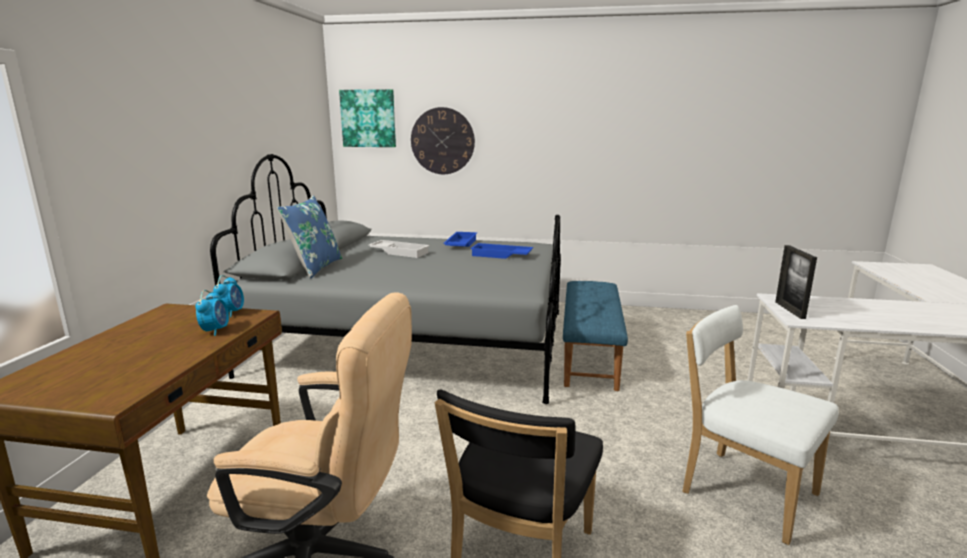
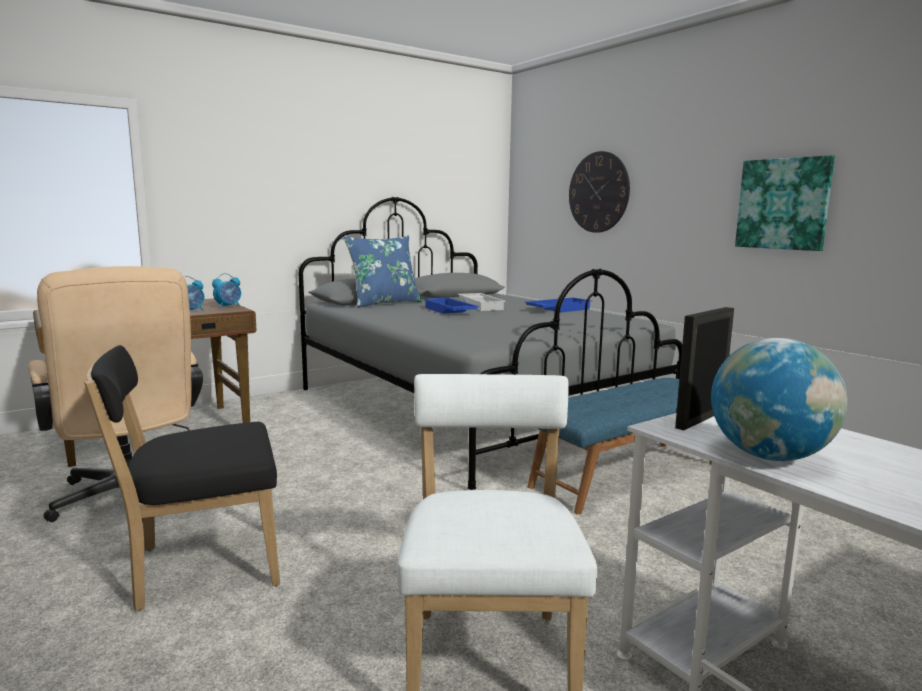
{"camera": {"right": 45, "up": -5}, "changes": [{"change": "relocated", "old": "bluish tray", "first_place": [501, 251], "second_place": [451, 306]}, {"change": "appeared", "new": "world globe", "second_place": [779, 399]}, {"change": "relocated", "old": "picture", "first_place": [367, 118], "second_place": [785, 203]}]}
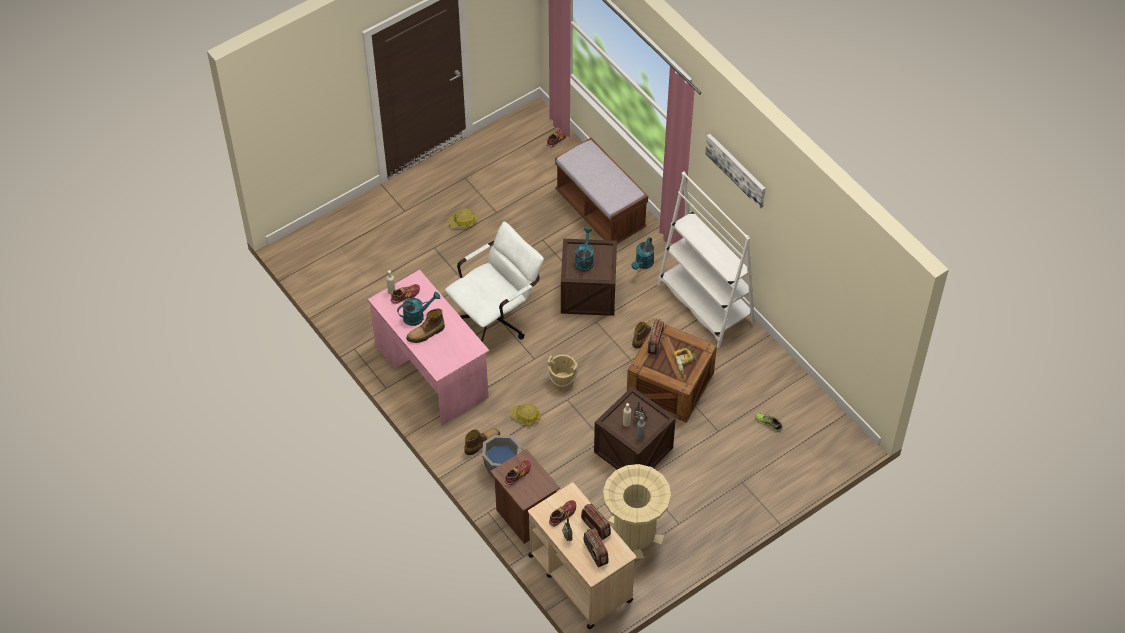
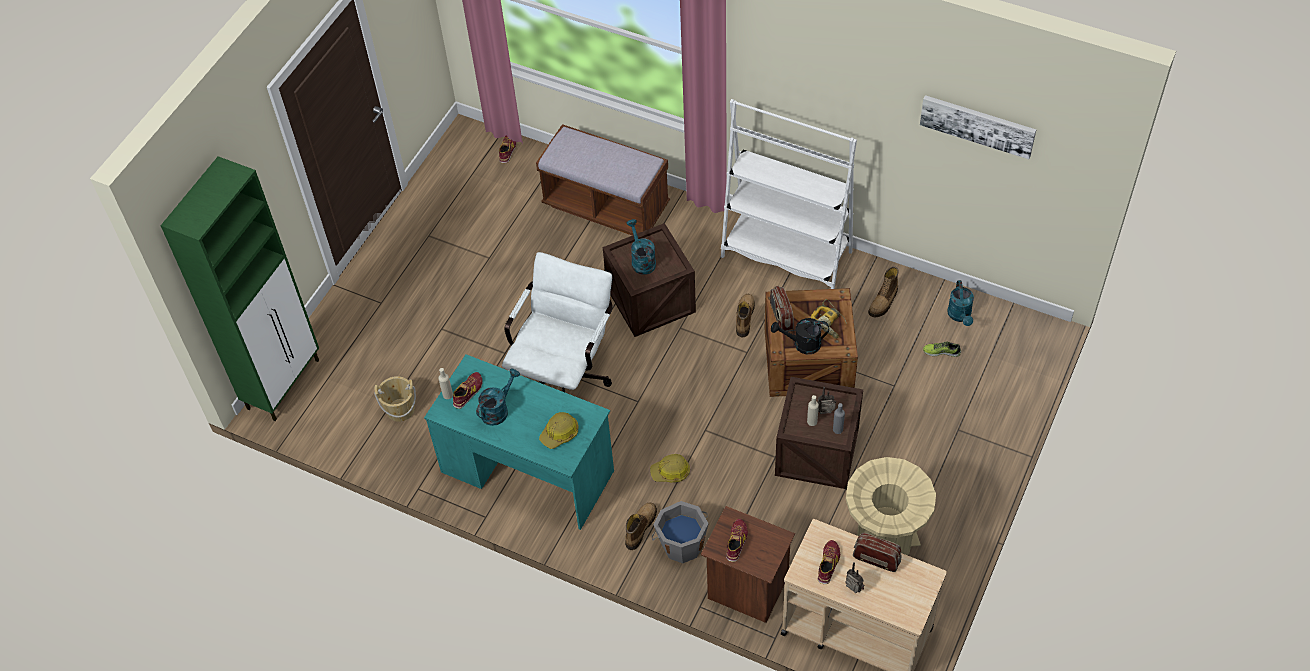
{"camera": {"right": -25, "up": 0}, "changes": [{"change": "appeared", "new": "green cabinet", "second_place": [240, 288]}, {"change": "relocated", "old": "beige-coloured bucket", "first_place": [562, 372], "second_place": [395, 399]}, {"change": "colour", "old": "pink desk", "new": "turquoise desk", "first_place": [428, 347], "second_place": [519, 442]}, {"change": "relocated", "old": "safety helmet", "first_place": [462, 218], "second_place": [559, 430]}, {"change": "appeared", "new": "black-coloured watering pot", "second_place": [800, 336]}, {"change": "relocated", "old": "tall boot", "first_place": [425, 326], "second_place": [883, 291]}, {"change": "relocated", "old": "picture", "first_place": [735, 171], "second_place": [978, 127]}, {"change": "relocated", "old": "turquoise watering pot", "first_place": [643, 253], "second_place": [960, 303]}, {"change": "missing", "old": "radio receiver", "first_place": [596, 548]}]}
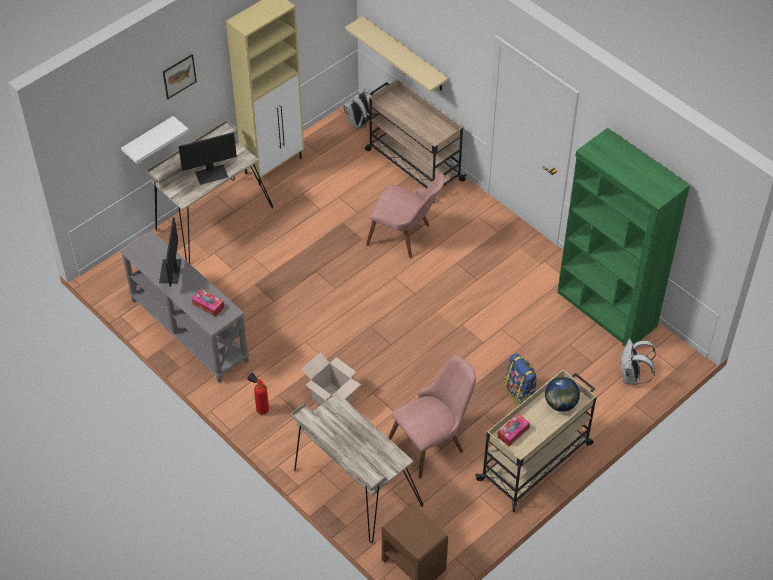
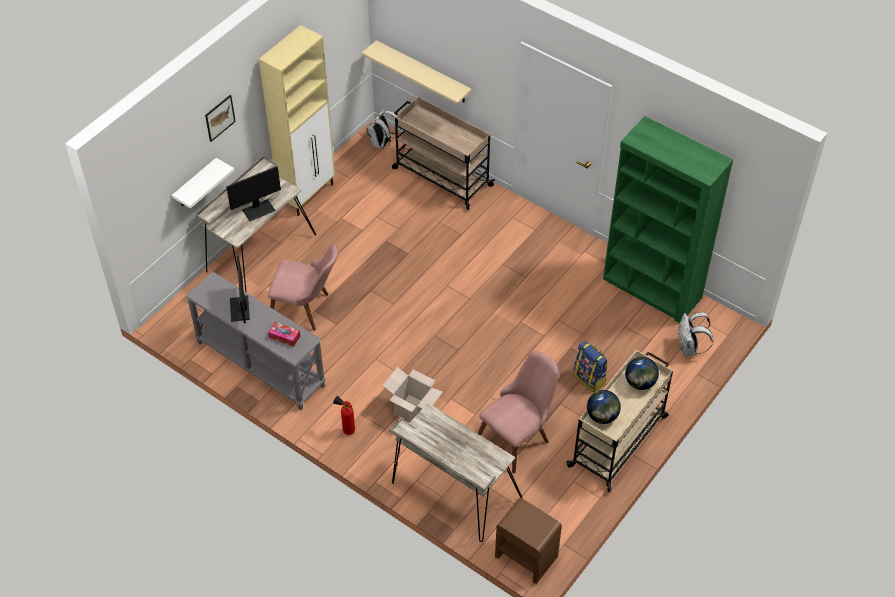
{"camera": {"right": -10, "up": 0}, "changes": [{"change": "relocated", "old": "pink plain chair", "first_place": [405, 215], "second_place": [303, 287]}, {"change": "exchanged", "old": "tissue holder", "new": "world globe", "first_place": [513, 430], "second_place": [604, 407]}]}
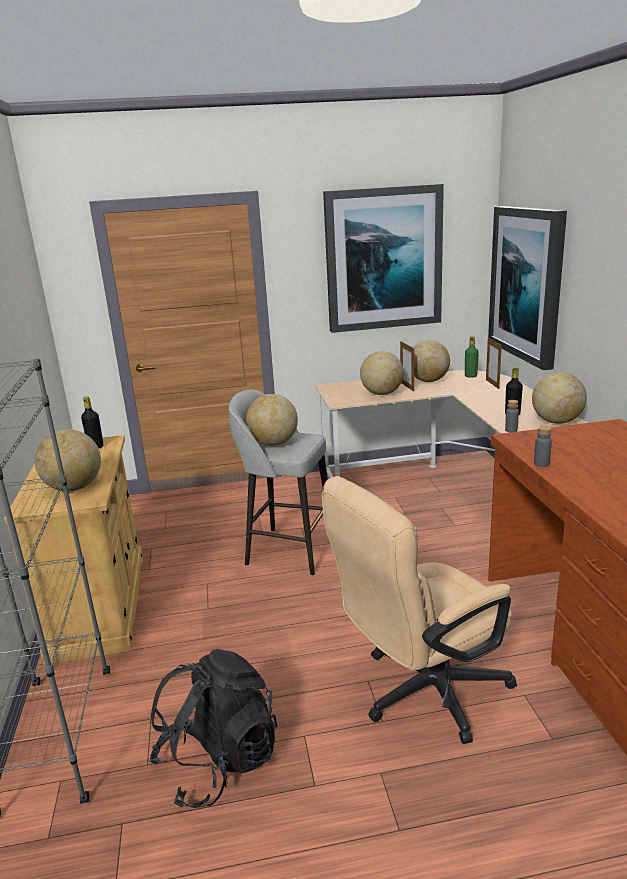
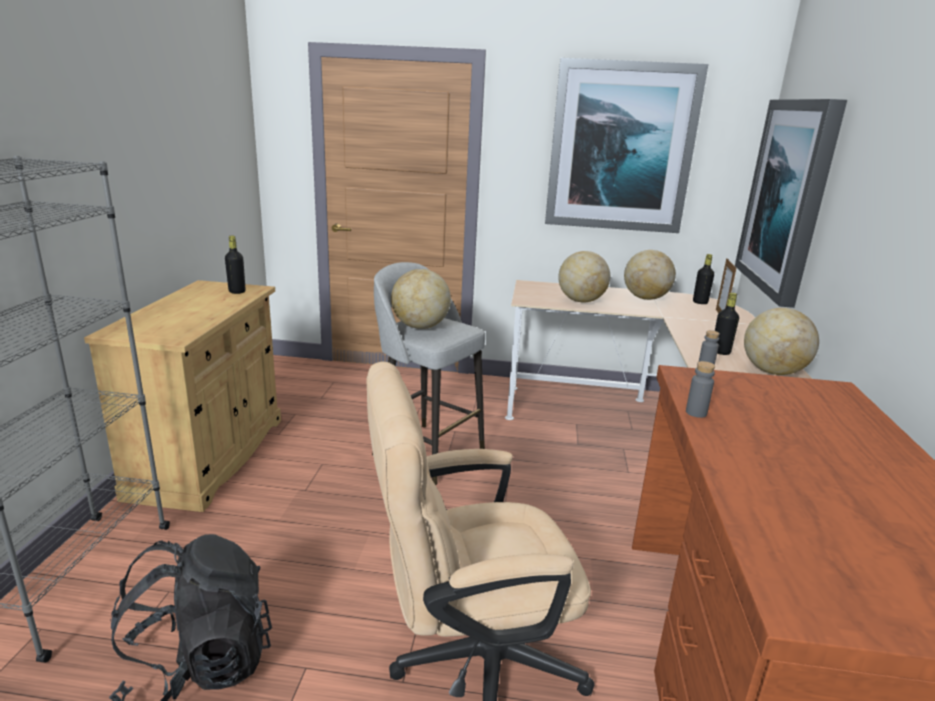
{"camera": {"right": 15, "up": 0}, "changes": [{"change": "colour", "old": "green drink bottle", "new": "black-coloured drink bottle", "first_place": [472, 357], "second_place": [703, 279]}, {"change": "missing", "old": "world globe", "first_place": [68, 460]}, {"change": "missing", "old": "photo frame", "first_place": [407, 366]}]}
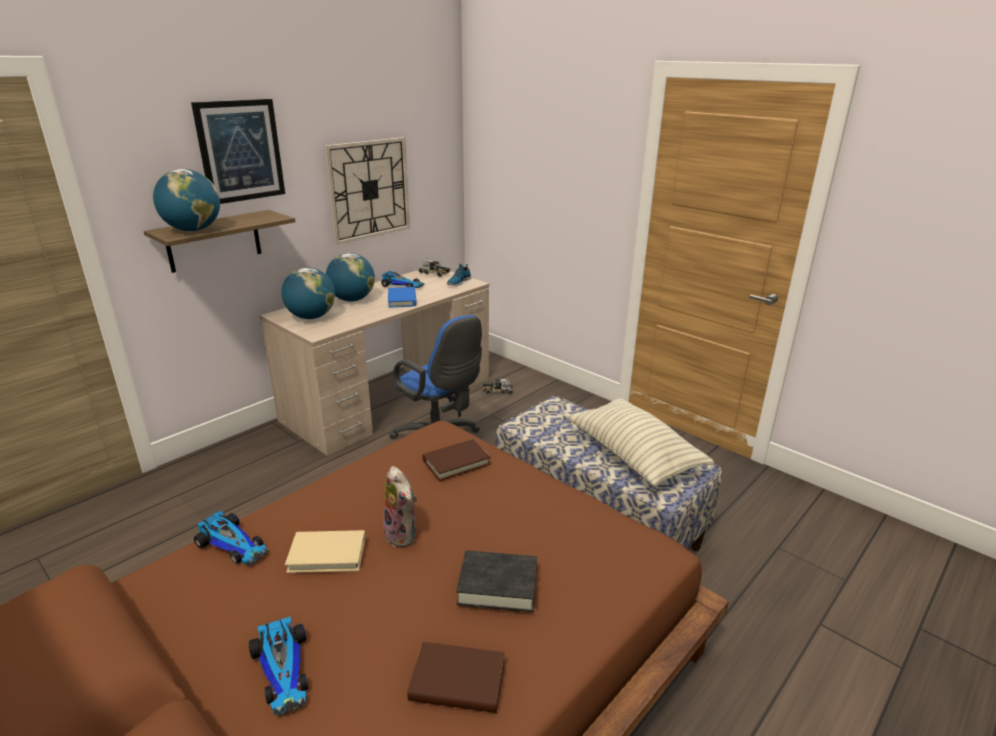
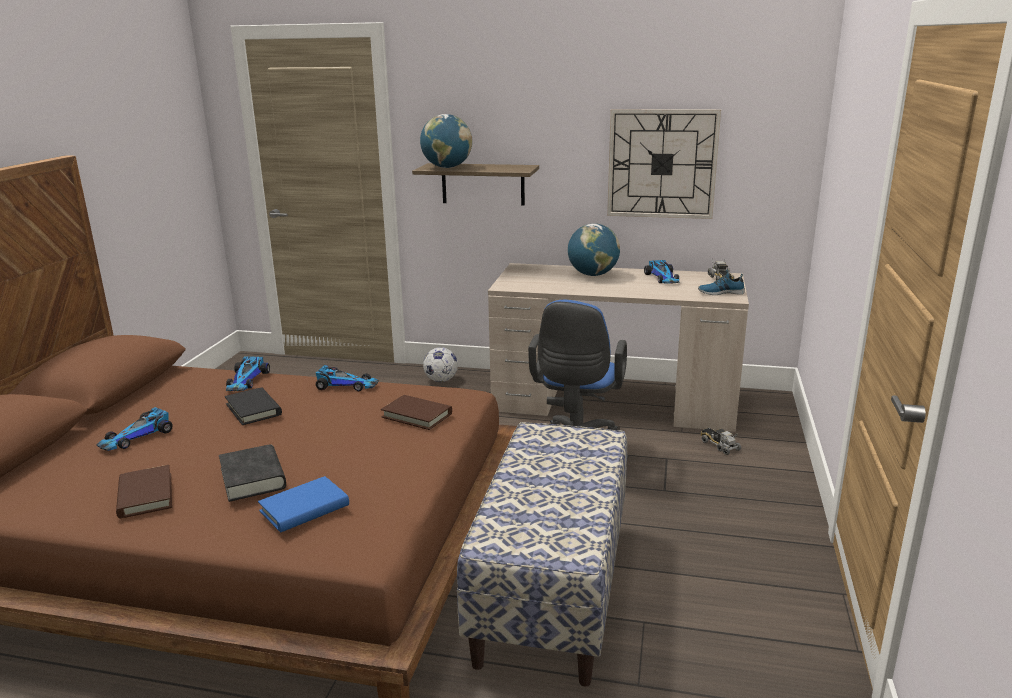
{"camera": {"right": 60, "up": -5}, "changes": [{"change": "colour", "old": "beige-coloured book", "new": "black-coloured book", "first_place": [325, 551], "second_place": [253, 406]}, {"change": "relocated", "old": "bluish book", "first_place": [402, 297], "second_place": [303, 504]}, {"change": "appeared", "new": "miniature car", "second_place": [347, 378]}, {"change": "appeared", "new": "ball for football", "second_place": [440, 364]}, {"change": "missing", "old": "picture", "first_place": [238, 151]}, {"change": "missing", "old": "world globe", "first_place": [308, 293]}, {"change": "missing", "old": "cuddly toy", "first_place": [400, 506]}, {"change": "missing", "old": "throw pillow", "first_place": [639, 442]}]}
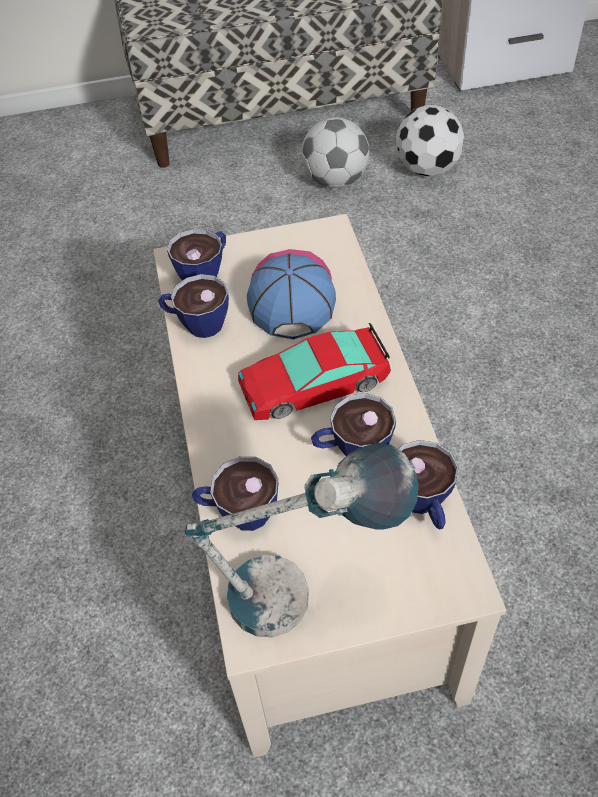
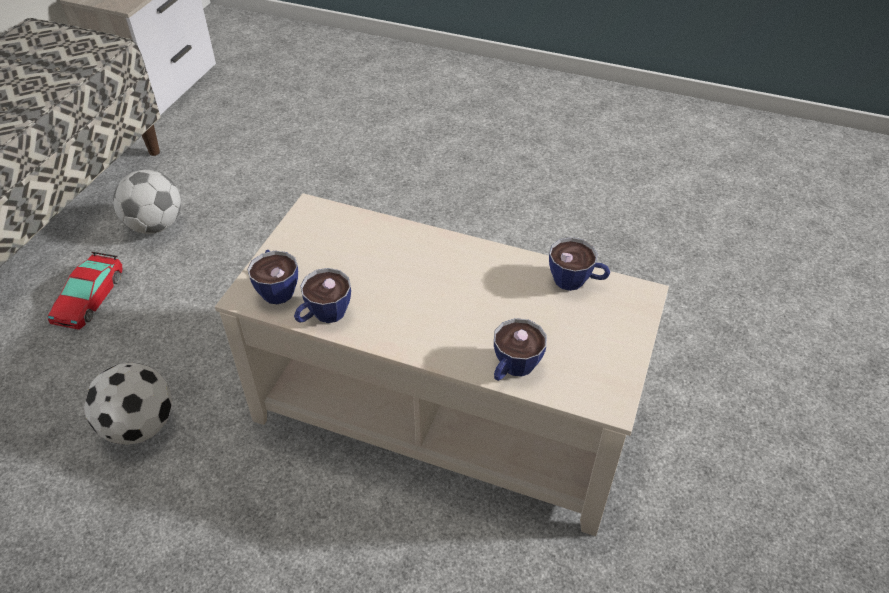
{"camera": {"right": -60, "up": -5}, "changes": [{"change": "relocated", "old": "miniature car", "first_place": [314, 371], "second_place": [85, 291]}, {"change": "relocated", "old": "ball for football", "first_place": [429, 140], "second_place": [128, 403]}, {"change": "missing", "old": "table lamp", "first_place": [302, 540]}, {"change": "missing", "old": "baseball cap", "first_place": [291, 294]}, {"change": "missing", "old": "small cup", "first_place": [353, 424]}]}
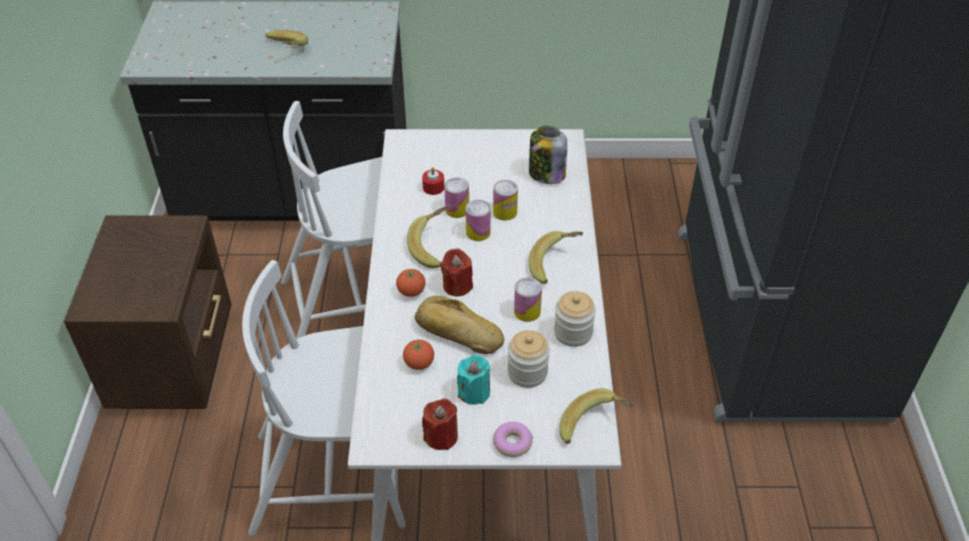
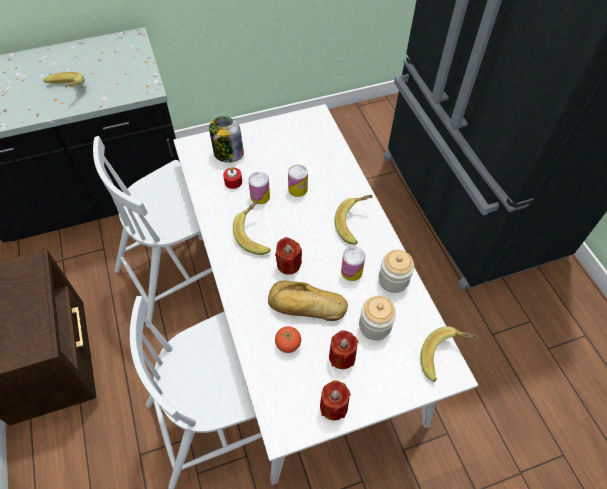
{"camera": {"right": -20, "up": 10}, "changes": [{"change": "relocated", "old": "storage jar", "first_place": [548, 155], "second_place": [226, 139]}, {"change": "colour", "old": "turquoise candle", "new": "reddish candle", "first_place": [473, 379], "second_place": [343, 349]}, {"change": "missing", "old": "whole tomato", "first_place": [411, 282]}, {"change": "missing", "old": "metal can", "first_place": [478, 220]}, {"change": "missing", "old": "ring doughnut", "first_place": [513, 439]}]}
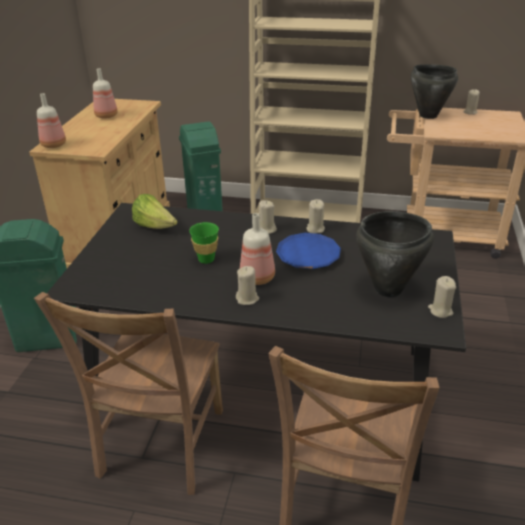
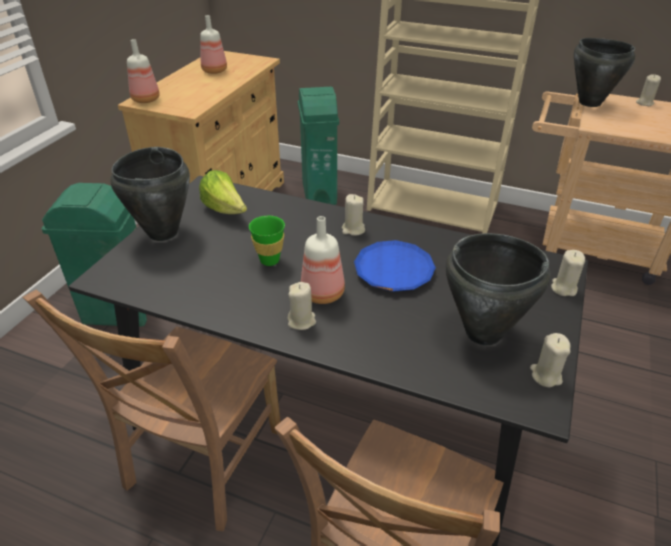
{"camera": {"right": 10, "up": 5}, "changes": [{"change": "appeared", "new": "black-coloured stockpot", "second_place": [150, 194]}, {"change": "relocated", "old": "beige-coloured candle", "first_place": [315, 216], "second_place": [568, 273]}]}
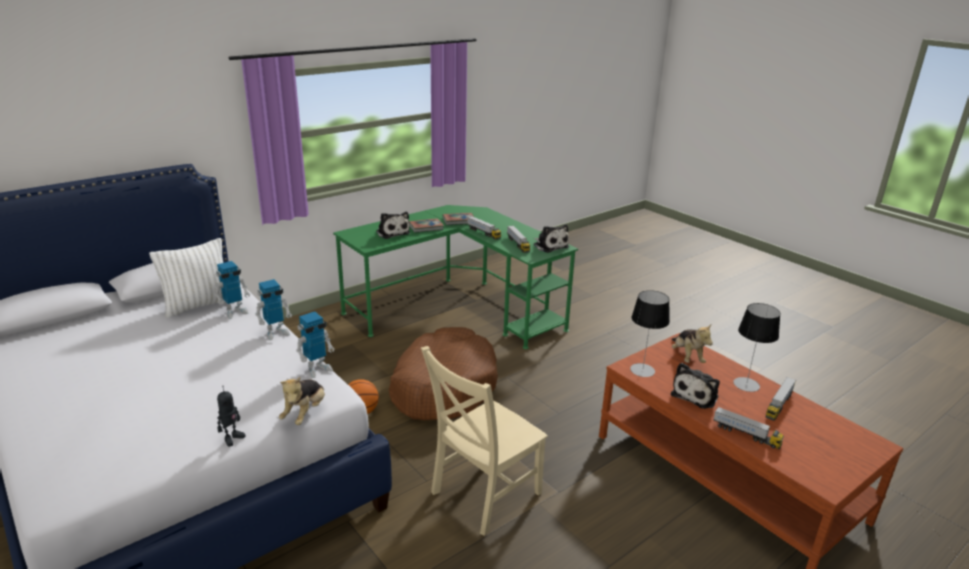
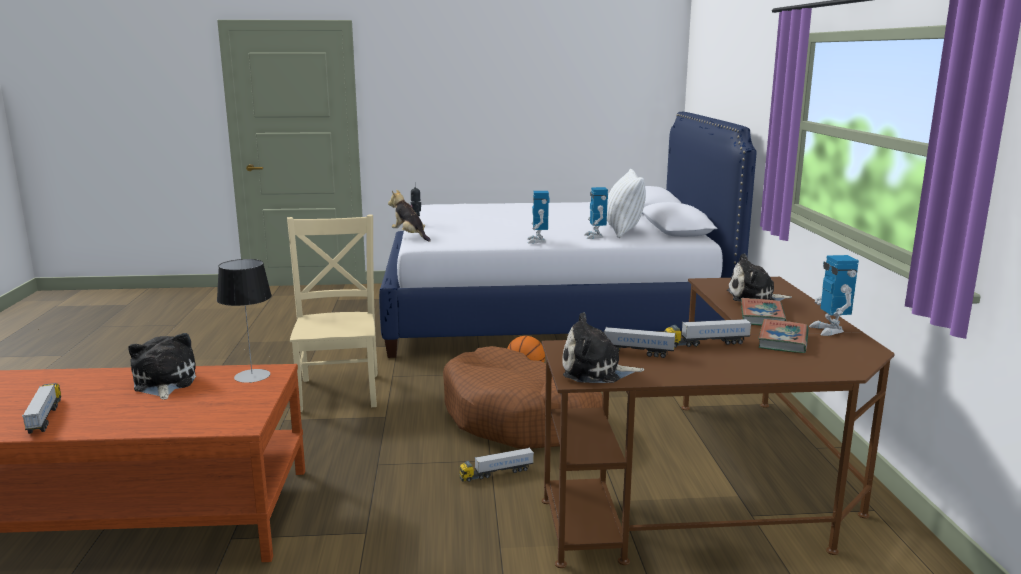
{"camera": {"right": 125, "up": -10}, "changes": [{"change": "relocated", "old": "toy truck", "first_place": [748, 428], "second_place": [496, 464]}, {"change": "colour", "old": "green desk", "new": "brown-coloured desk", "first_place": [455, 277], "second_place": [718, 422]}, {"change": "relocated", "old": "model robot", "first_place": [315, 344], "second_place": [834, 295]}, {"change": "missing", "old": "cuddly toy", "first_place": [692, 343]}, {"change": "missing", "old": "table lamp", "first_place": [757, 347]}]}
